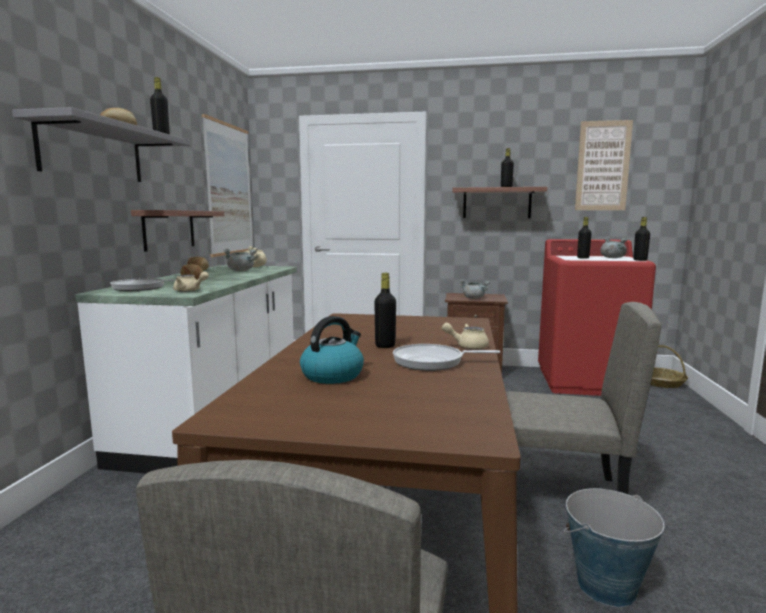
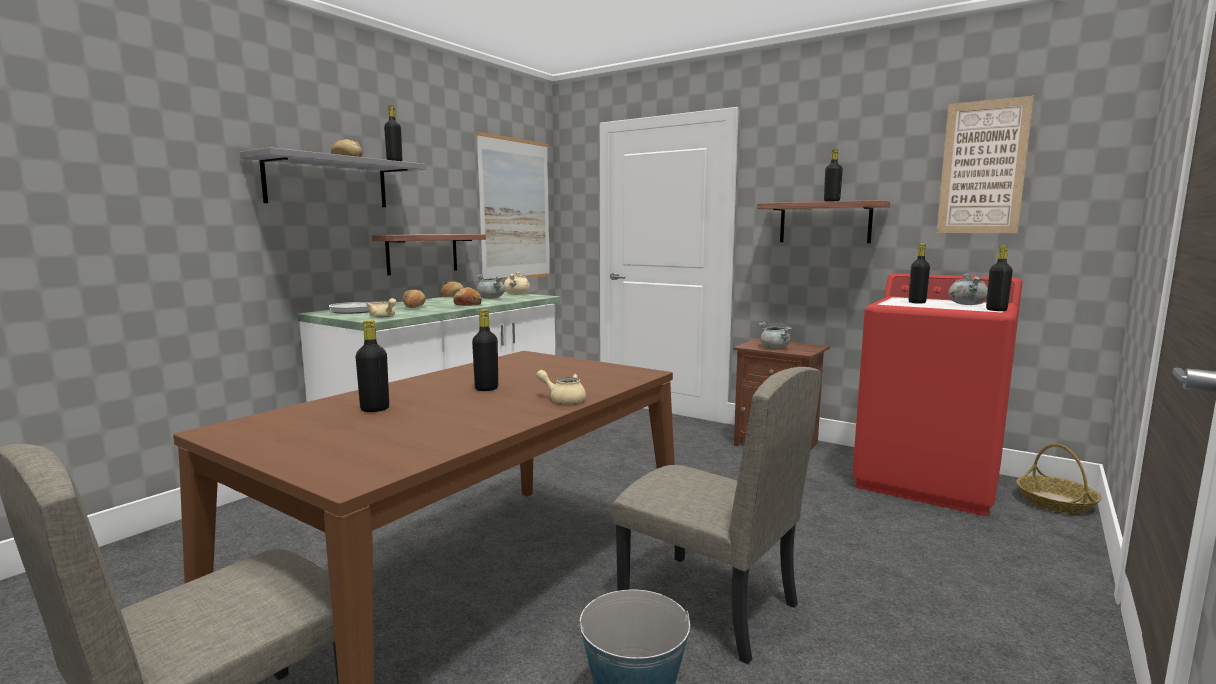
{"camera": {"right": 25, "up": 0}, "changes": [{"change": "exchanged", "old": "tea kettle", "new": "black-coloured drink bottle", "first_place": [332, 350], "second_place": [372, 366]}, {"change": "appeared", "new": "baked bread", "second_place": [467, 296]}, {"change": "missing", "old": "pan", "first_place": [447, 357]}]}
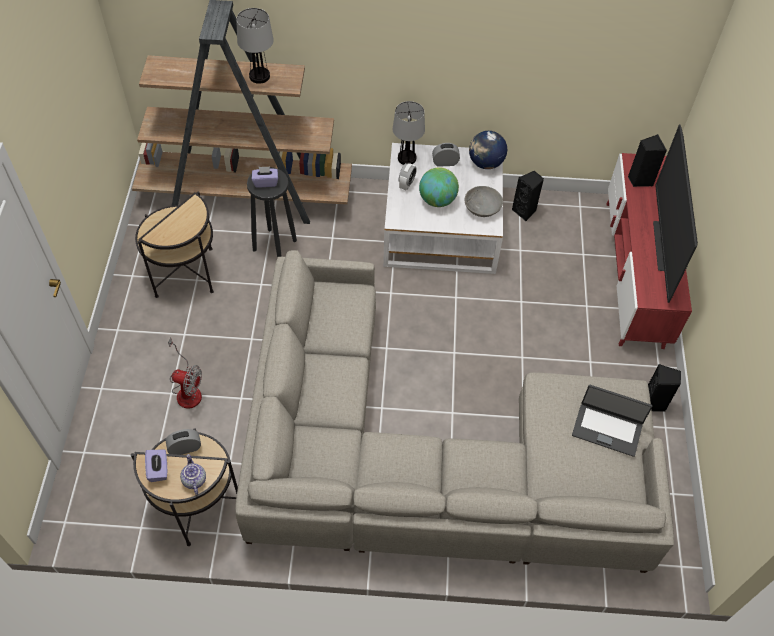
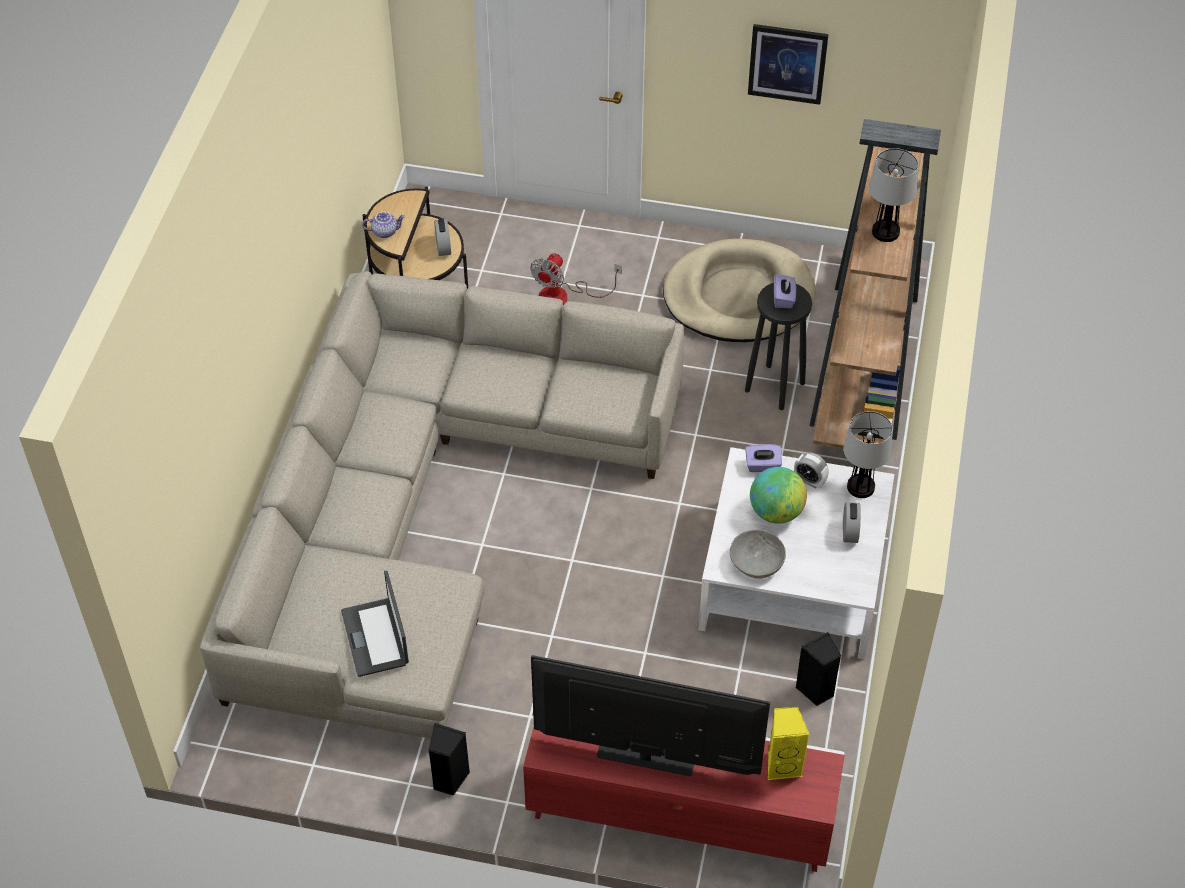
{"camera": {"right": 100, "up": -5}, "changes": [{"change": "spun", "old": "notebook computer", "first_place": [612, 420], "second_place": [375, 624], "degrees": -45}, {"change": "exchanged", "old": "end table", "new": "beige-coloured dog cushion", "first_place": [174, 244], "second_place": [739, 290]}, {"change": "relocated", "old": "purple tissue holder", "first_place": [156, 465], "second_place": [763, 458]}, {"change": "appeared", "new": "picture", "second_place": [788, 64]}, {"change": "colour", "old": "black-coloured speaker", "new": "yellow speaker", "first_place": [647, 160], "second_place": [789, 743]}, {"change": "missing", "old": "world globe", "first_place": [488, 150]}]}
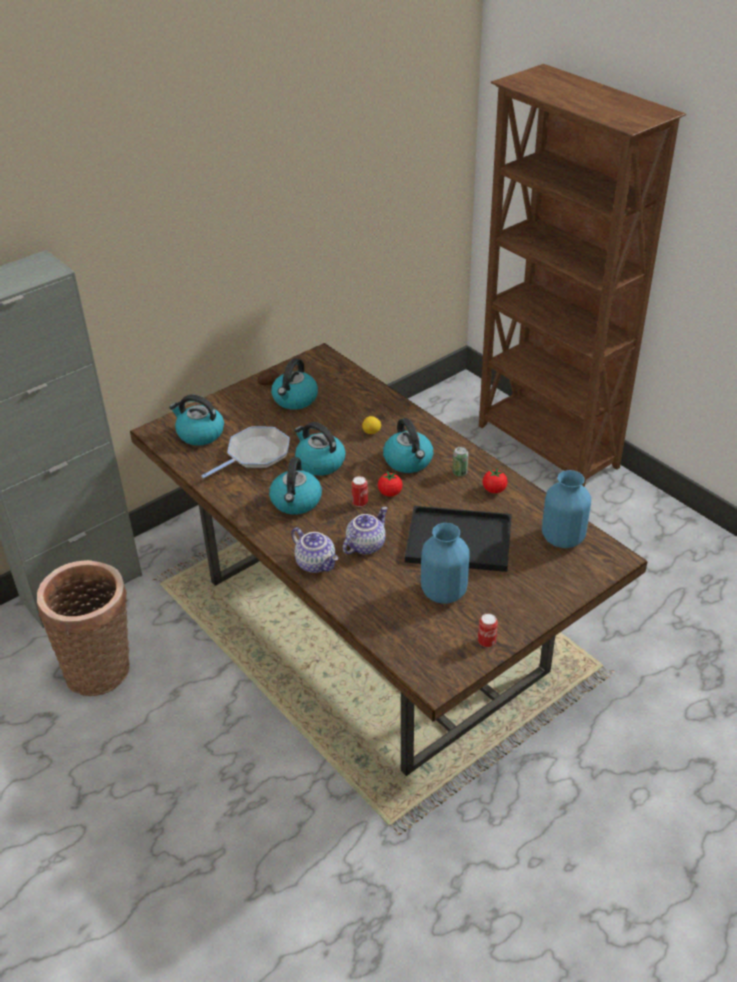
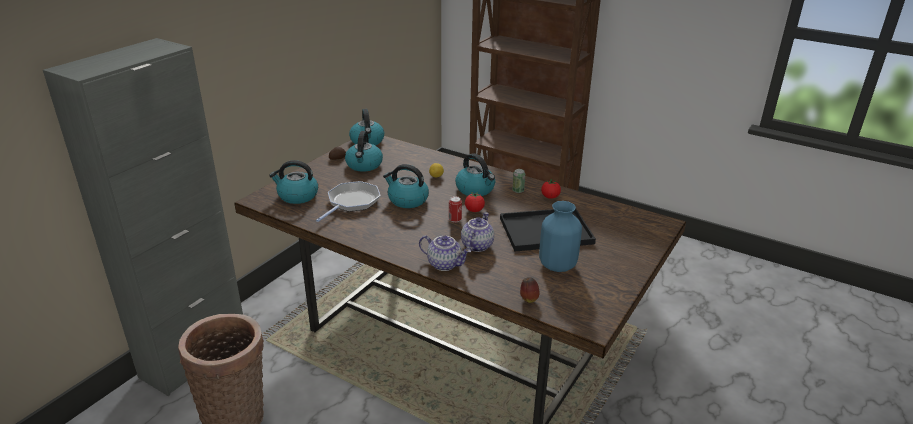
{"camera": {"right": -20, "up": -10}, "changes": [{"change": "relocated", "old": "tea kettle", "first_place": [295, 486], "second_place": [366, 127]}, {"change": "appeared", "new": "whole apple", "second_place": [529, 290]}, {"change": "missing", "old": "metal can", "first_place": [488, 630]}, {"change": "missing", "old": "bluish decorative vase", "first_place": [566, 509]}]}
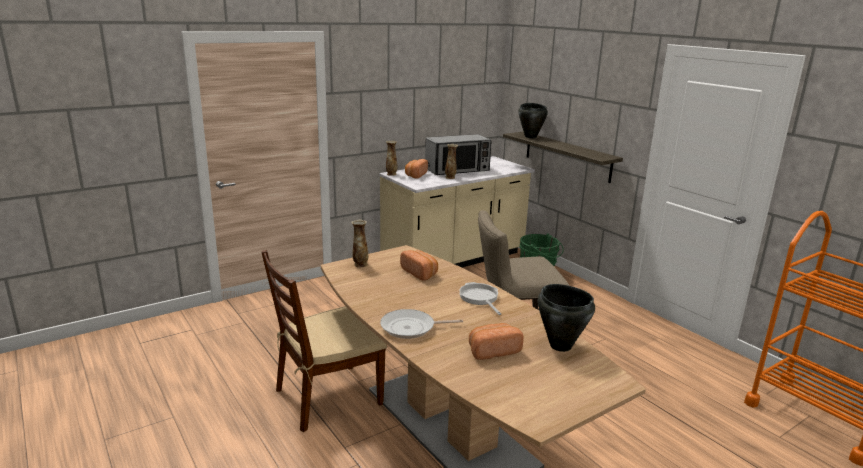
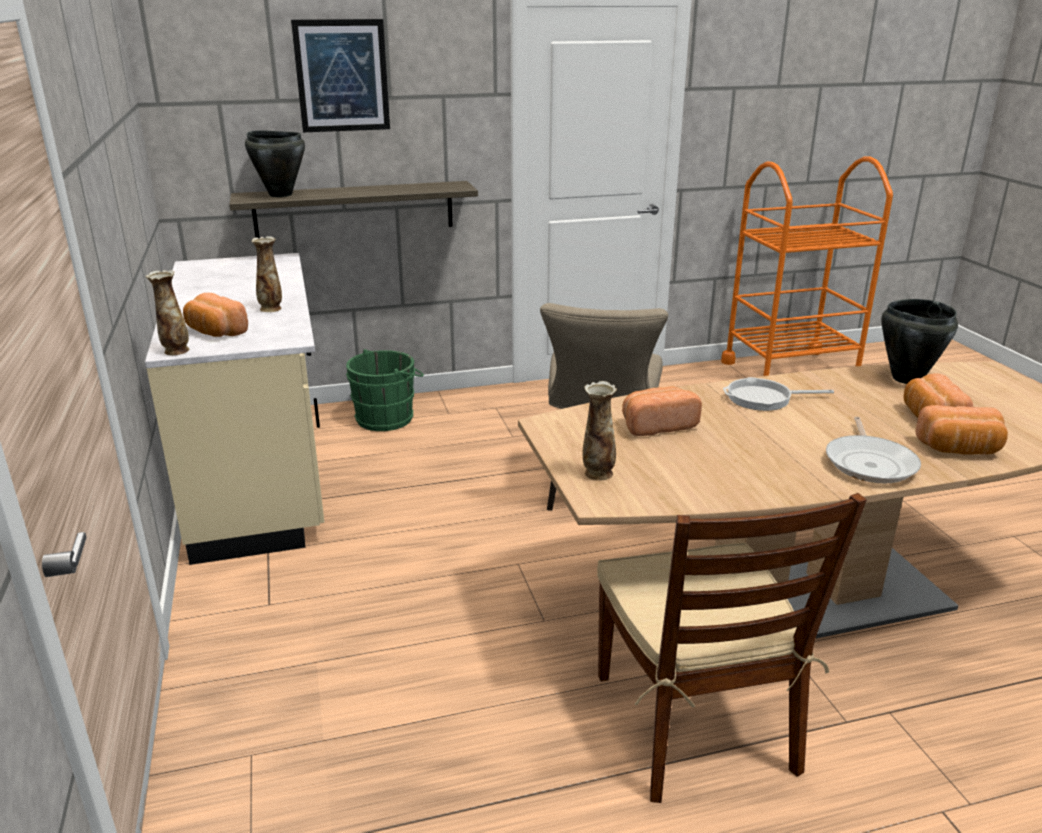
{"camera": {"right": -70, "up": 5}, "changes": [{"change": "appeared", "new": "picture", "second_place": [340, 75]}, {"change": "appeared", "new": "baked bread", "second_place": [961, 430]}, {"change": "missing", "old": "microwave oven", "first_place": [458, 154]}]}
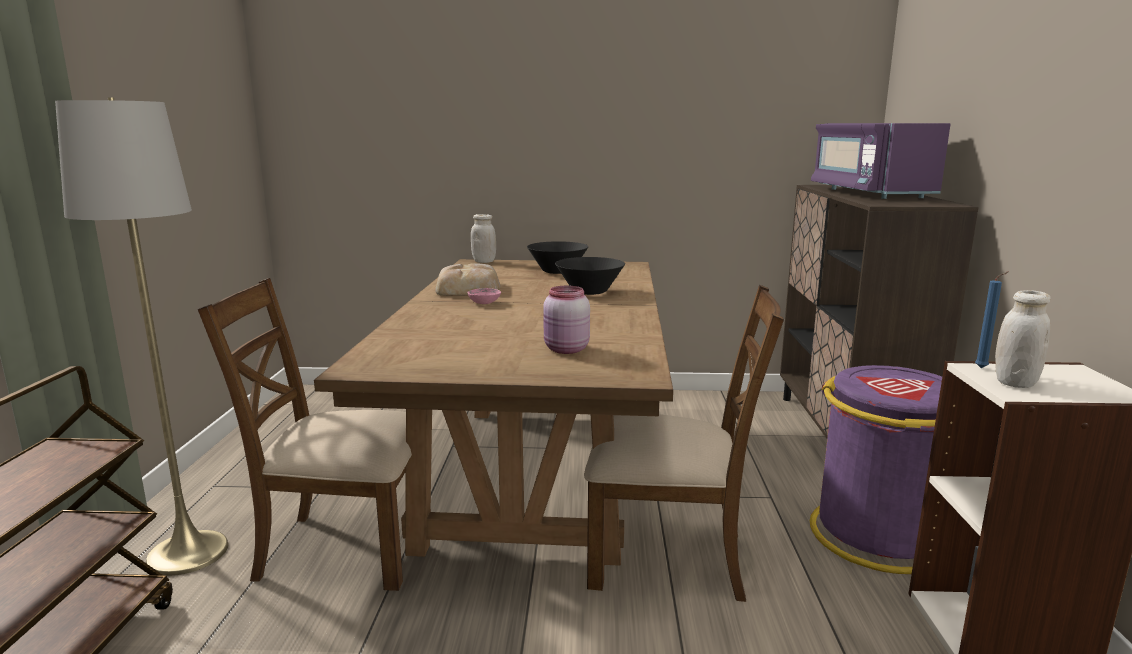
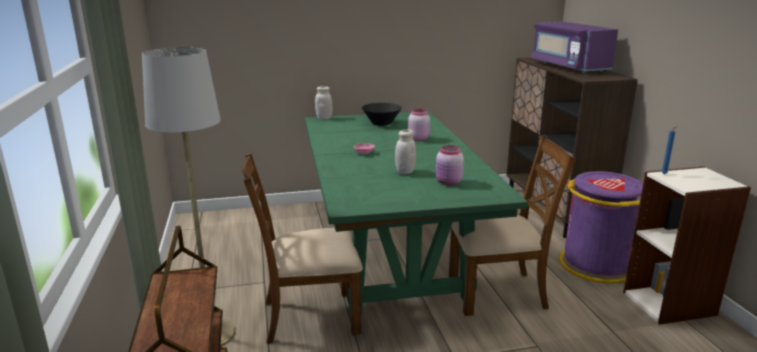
{"camera": {"right": -15, "up": 5}, "changes": [{"change": "colour", "old": "brown-coloured dining table", "new": "green dining table", "first_place": [493, 412], "second_place": [416, 212]}, {"change": "relocated", "old": "whitish storage jar", "first_place": [1022, 339], "second_place": [405, 152]}, {"change": "exchanged", "old": "black-coloured serving bowl", "new": "pink storage jar", "first_place": [590, 276], "second_place": [419, 125]}, {"change": "missing", "old": "baked bread", "first_place": [467, 279]}]}
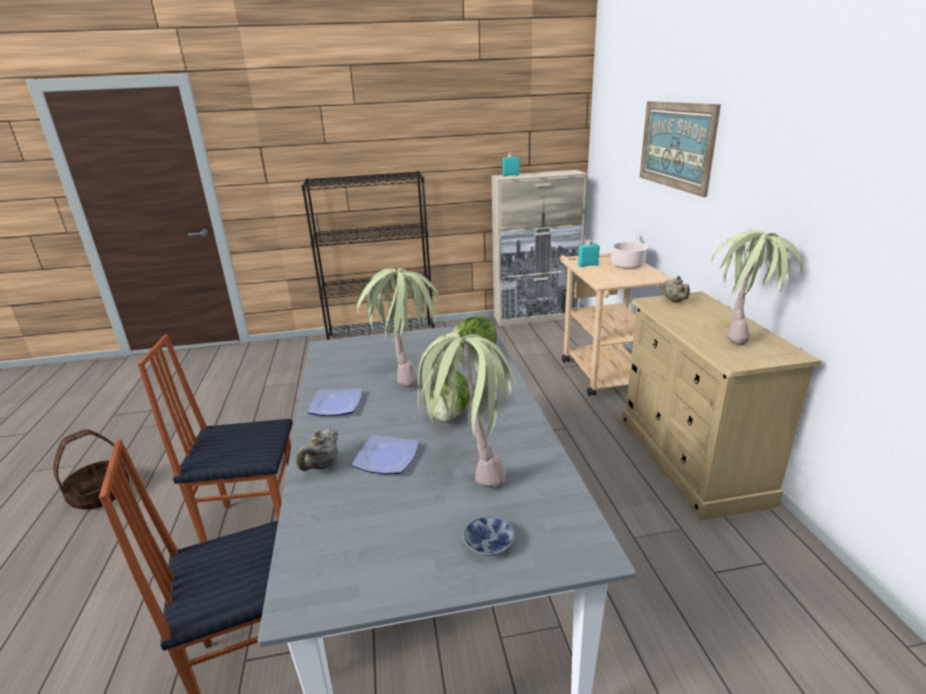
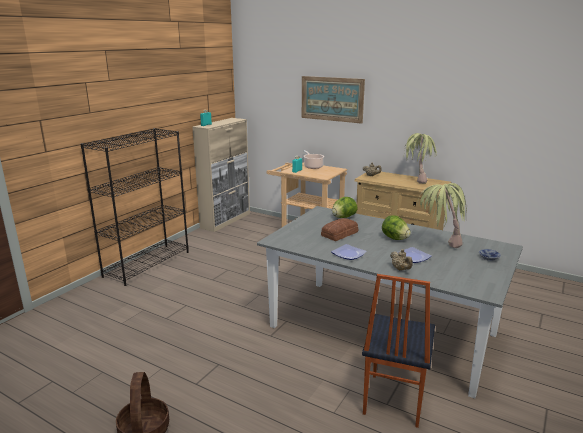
{"camera": {"right": -50, "up": -5}, "changes": [{"change": "exchanged", "old": "houseplant", "new": "baked bread", "first_place": [397, 327], "second_place": [339, 229]}, {"change": "missing", "old": "plain chair", "first_place": [215, 438]}]}
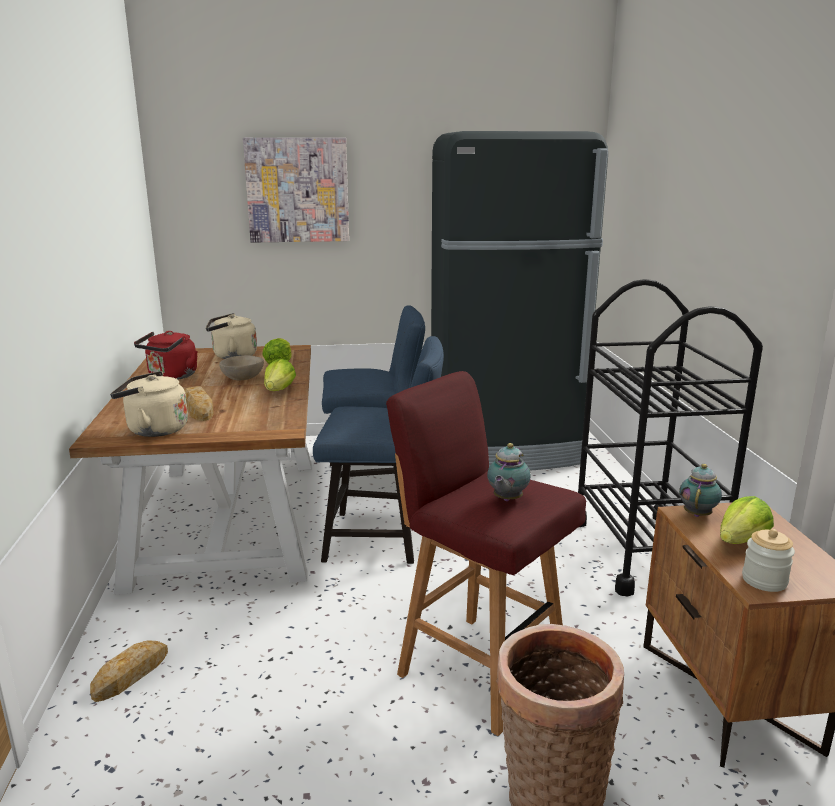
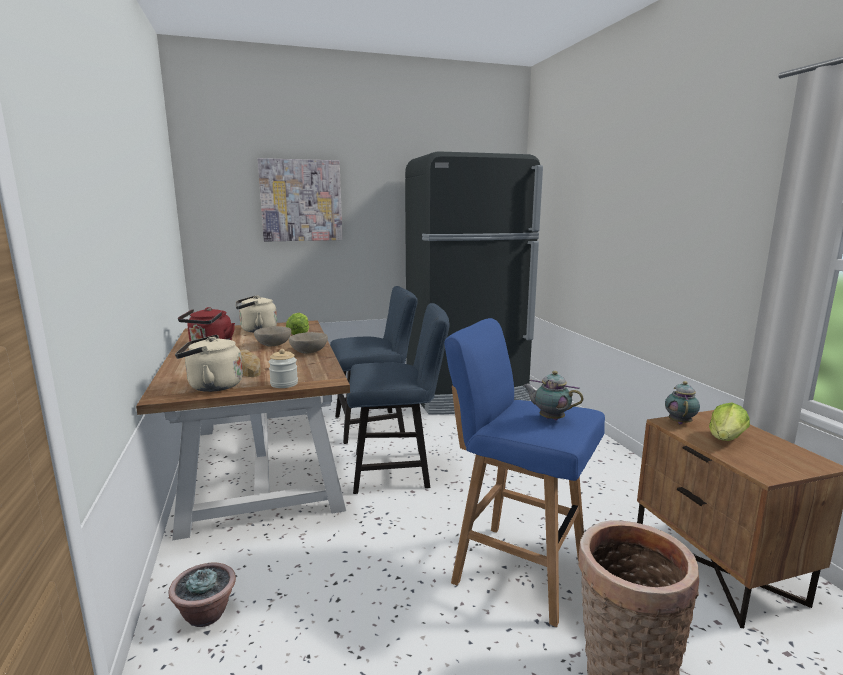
{"camera": {"right": -10, "up": -5}, "changes": [{"change": "exchanged", "old": "baked bread", "new": "houseplant", "first_place": [129, 671], "second_place": [202, 594]}, {"change": "relocated", "old": "storage jar", "first_place": [768, 560], "second_place": [283, 368]}, {"change": "exchanged", "old": "head of lettuce", "new": "beige-coloured serving bowl", "first_place": [280, 375], "second_place": [308, 343]}, {"change": "colour", "old": "reddish stool", "new": "bluish stool", "first_place": [486, 553], "second_place": [524, 472]}, {"change": "spun", "old": "teapot", "first_place": [509, 472], "second_place": [553, 395], "degrees": 105}, {"change": "missing", "old": "black-coloured cart", "first_place": [670, 437]}]}
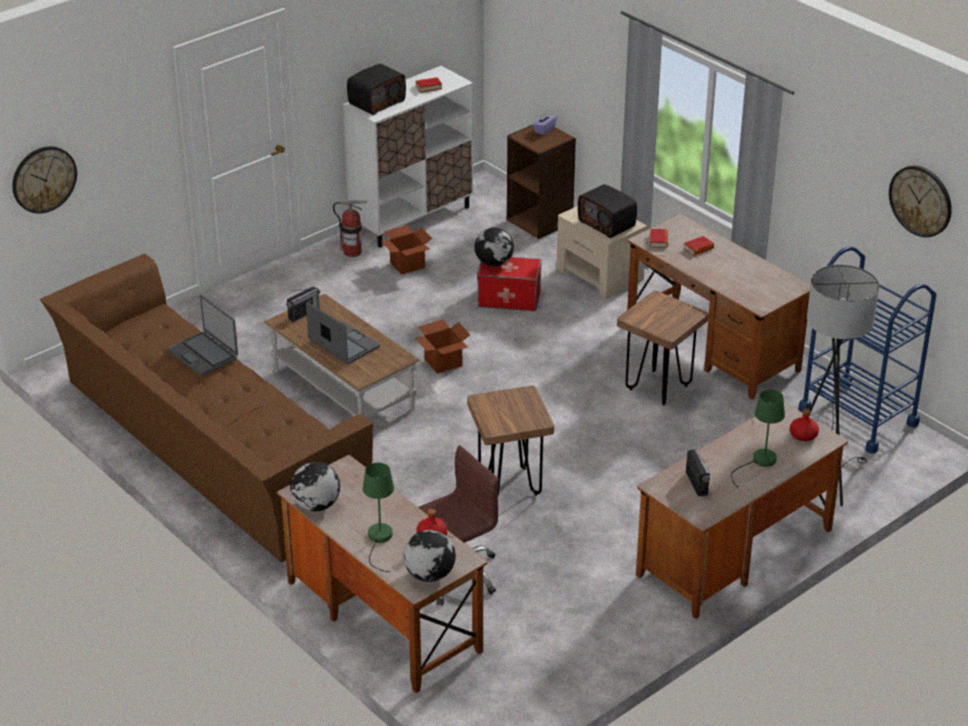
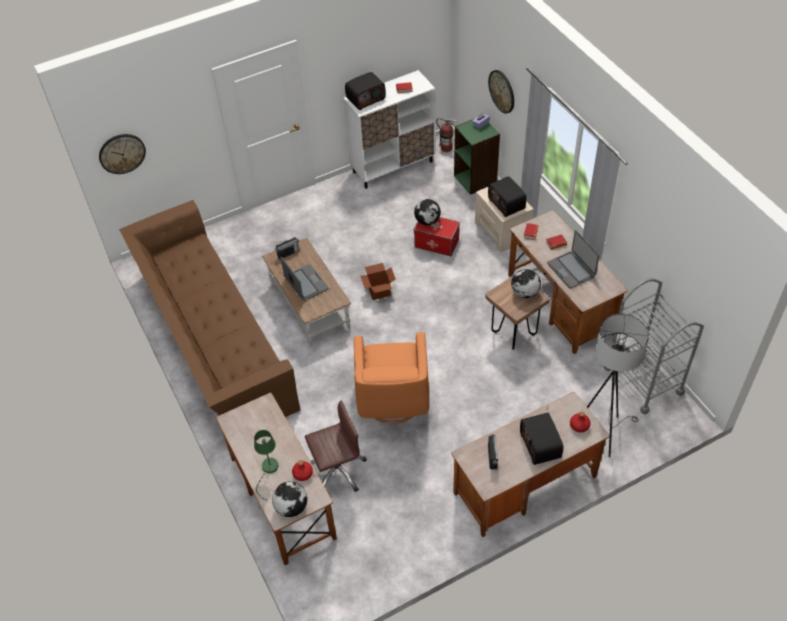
{"camera": {"right": 15, "up": 15}, "changes": [{"change": "exchanged", "old": "brown-coloured stool", "new": "orange-coloured lounge chair", "first_place": [510, 440], "second_place": [391, 378]}, {"change": "relocated", "old": "fire extinguisher", "first_place": [350, 228], "second_place": [447, 135]}, {"change": "colour", "old": "brown-coloured shelving unit", "new": "green shelving unit", "first_place": [541, 182], "second_place": [477, 157]}, {"change": "relocated", "old": "clock on the wall", "first_place": [920, 201], "second_place": [501, 92]}, {"change": "relocated", "old": "world globe", "first_place": [315, 486], "second_place": [526, 283]}, {"change": "exchanged", "old": "green table lamp", "new": "radio receiver", "first_place": [758, 439], "second_place": [541, 439]}, {"change": "relocated", "old": "notebook computer", "first_place": [203, 335], "second_place": [573, 259]}, {"change": "colour", "old": "bluish cart", "new": "greyish cart", "first_place": [867, 350], "second_place": [654, 346]}, {"change": "missing", "old": "cardboard box", "first_place": [406, 250]}]}
